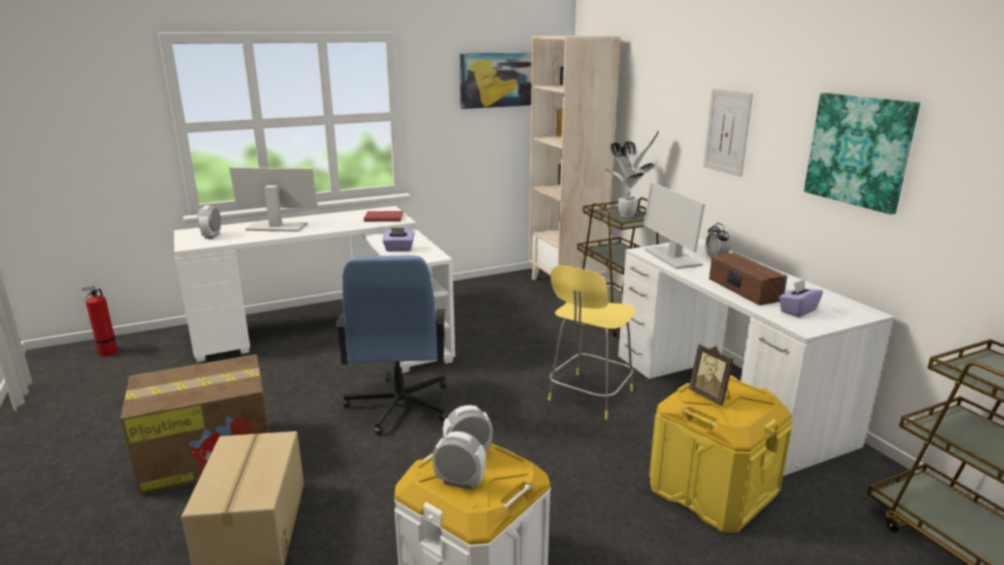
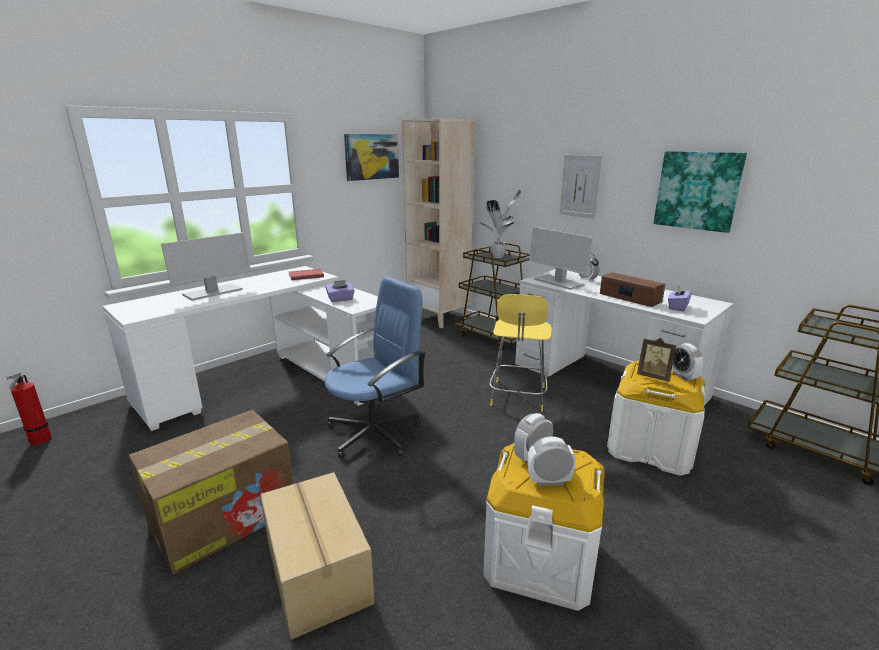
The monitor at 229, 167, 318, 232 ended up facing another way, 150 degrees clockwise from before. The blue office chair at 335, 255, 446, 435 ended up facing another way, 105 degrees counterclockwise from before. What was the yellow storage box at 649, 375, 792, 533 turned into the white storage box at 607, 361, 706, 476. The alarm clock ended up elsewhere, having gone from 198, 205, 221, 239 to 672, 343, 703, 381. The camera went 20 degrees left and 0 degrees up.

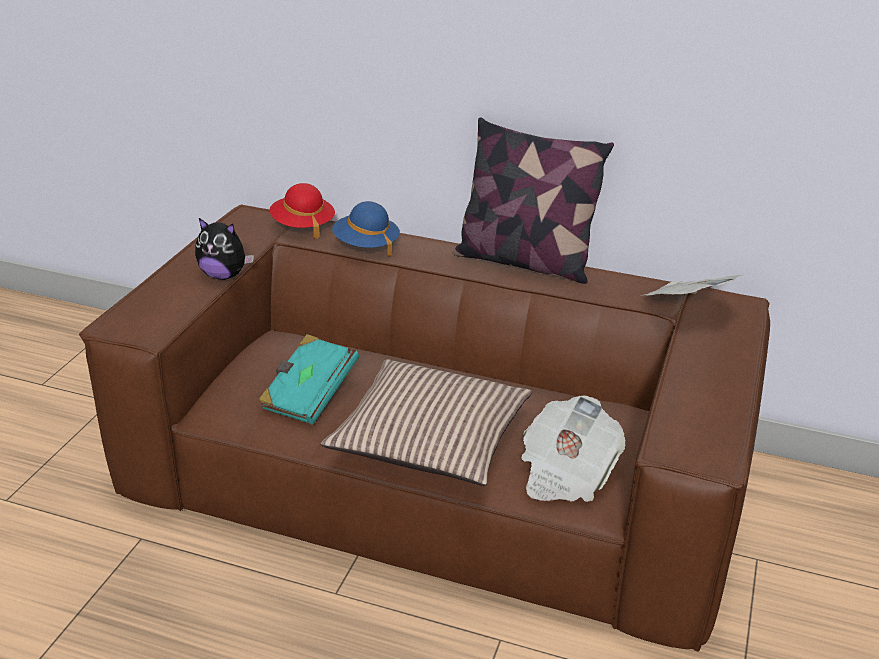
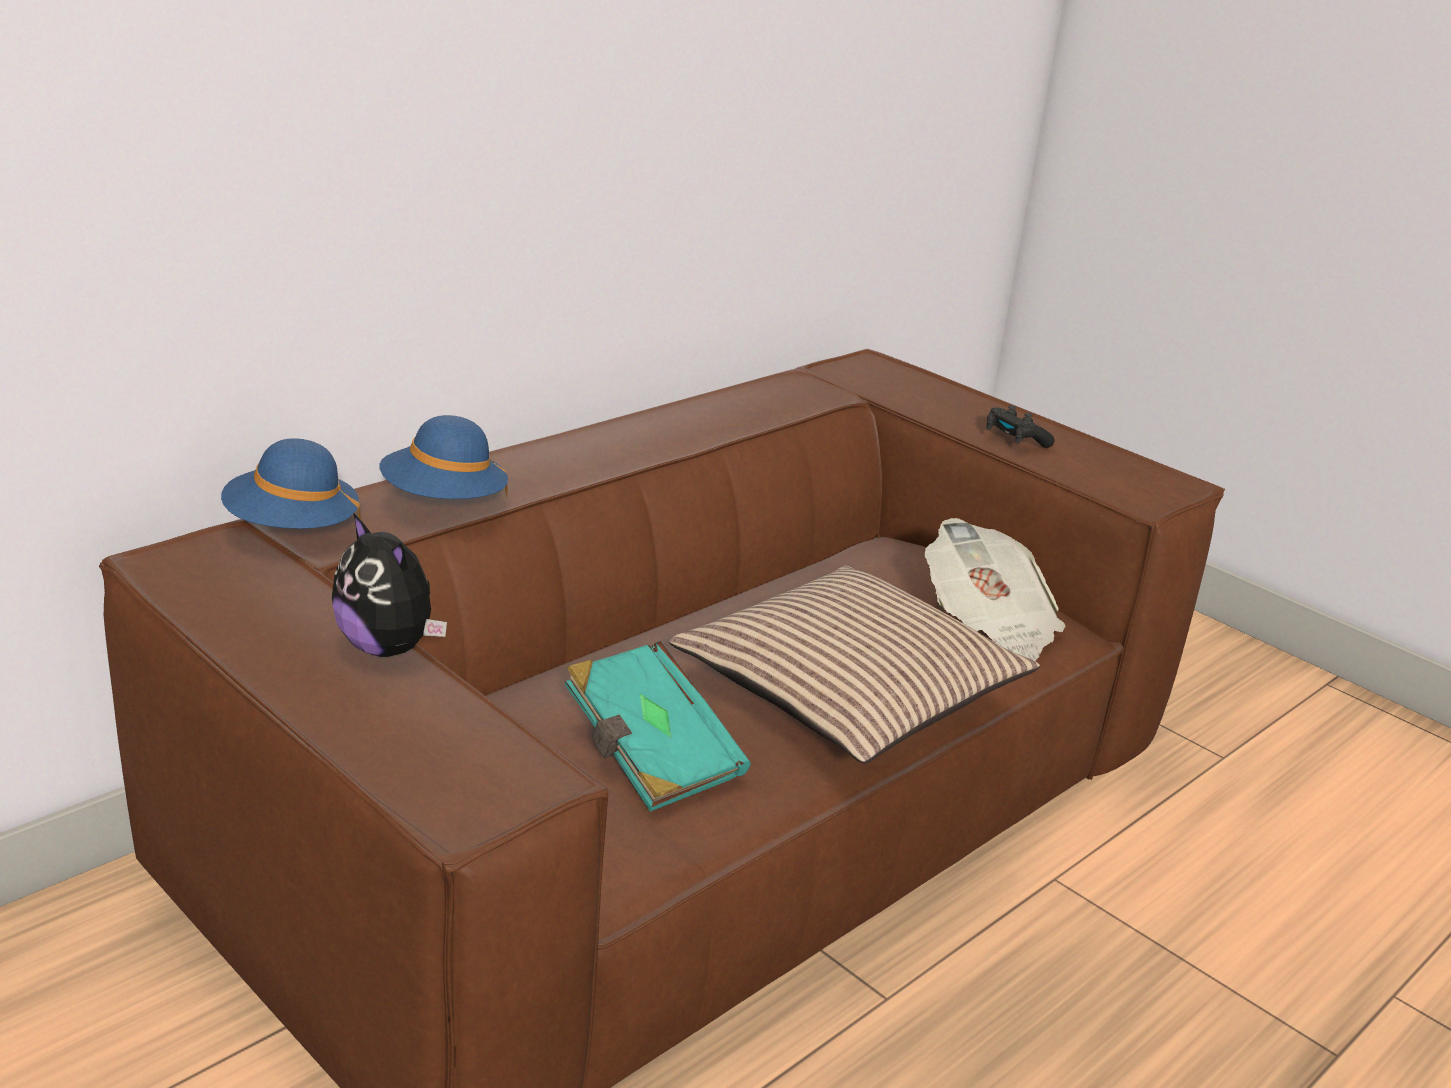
What was the red hat at 270, 183, 335, 239 turned into the blue hat at 221, 438, 361, 529. The plush toy at 195, 218, 254, 280 ended up facing another way, 90 degrees clockwise from before. The second view gained the black game controller at 987, 405, 1054, 448. The second view lost the pillow at 453, 117, 614, 284. The second view lost the newspaper at 640, 275, 741, 296. The camera went 65 degrees left and 5 degrees down.

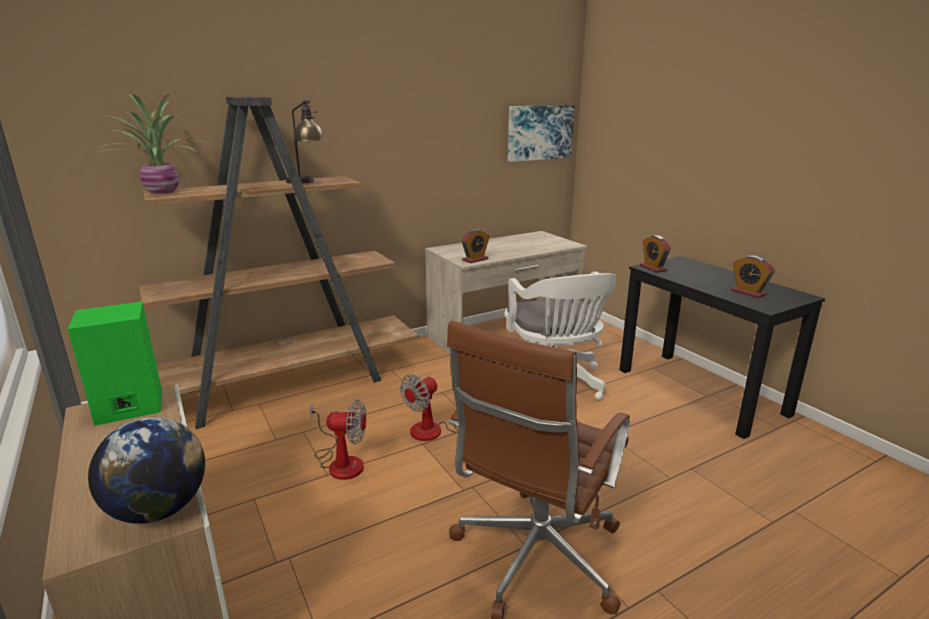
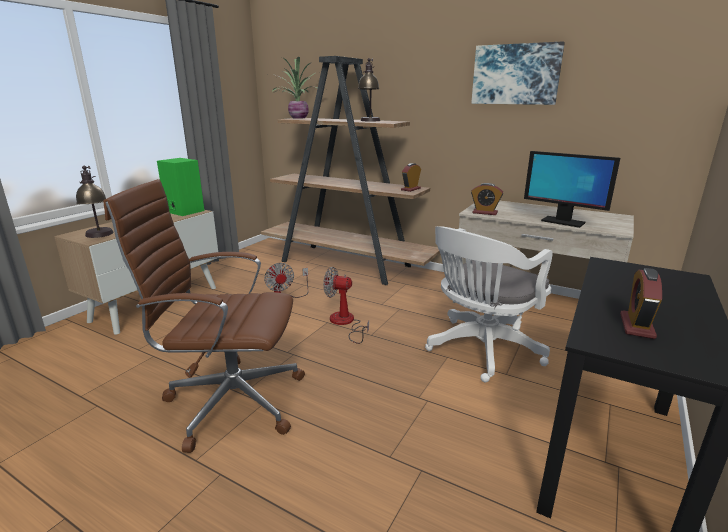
Where the globe stood at 88, 417, 205, 524, the table lamp came to stand at 76, 166, 114, 238. The alarm clock ended up elsewhere, having gone from 640, 235, 671, 273 to 401, 163, 421, 192. The picture ended up elsewhere, having gone from 508, 105, 575, 162 to 471, 41, 565, 105. The second view gained the monitor at 524, 151, 620, 228. The camera went 60 degrees right and 0 degrees up.

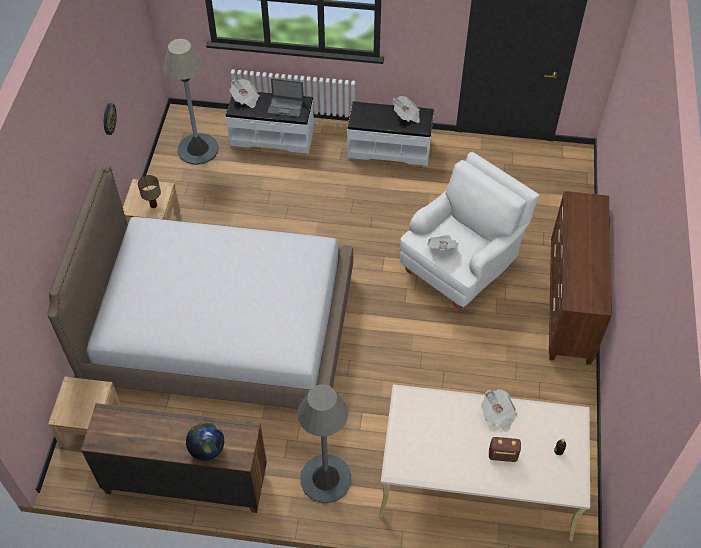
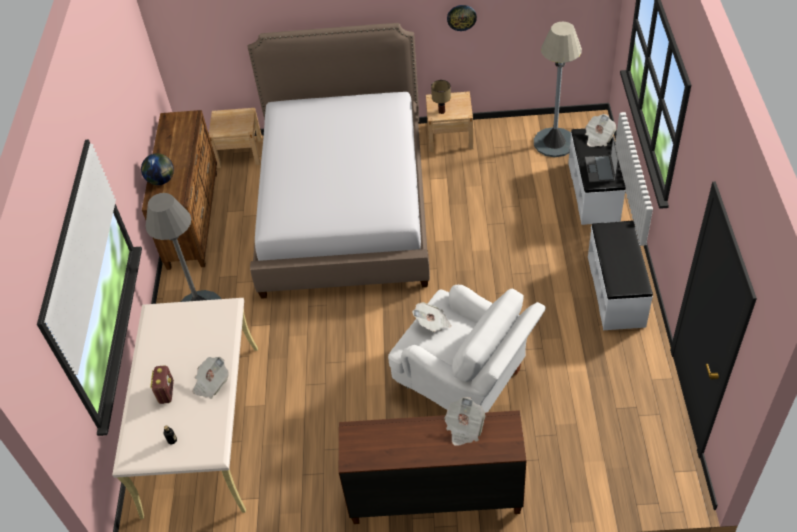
The newspaper ended up elsewhere, having gone from 393, 96, 420, 123 to 444, 397, 486, 446. The camera went 85 degrees right and 5 degrees down.

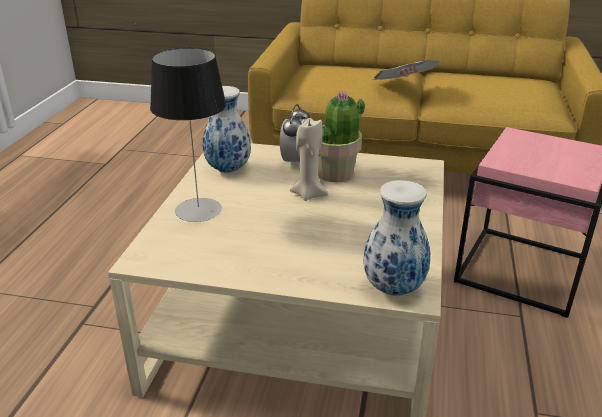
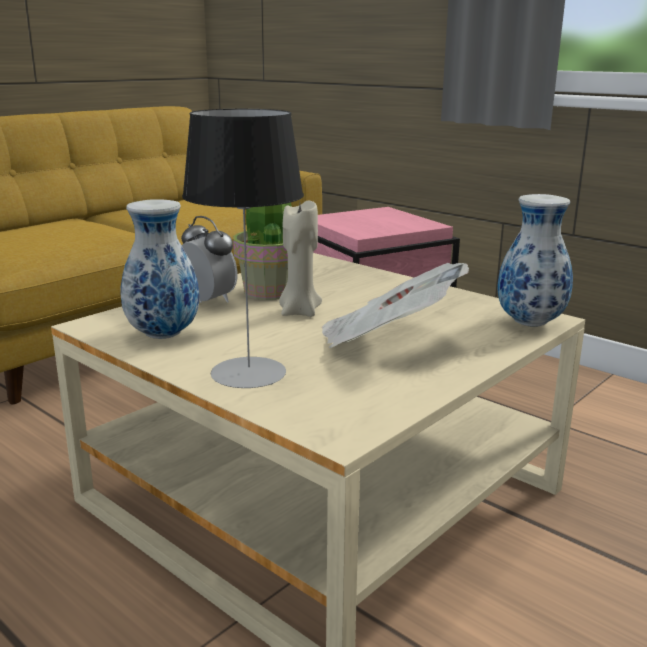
The newspaper ended up elsewhere, having gone from 373, 60, 440, 80 to 322, 263, 469, 348. The camera went 60 degrees left and 10 degrees down.

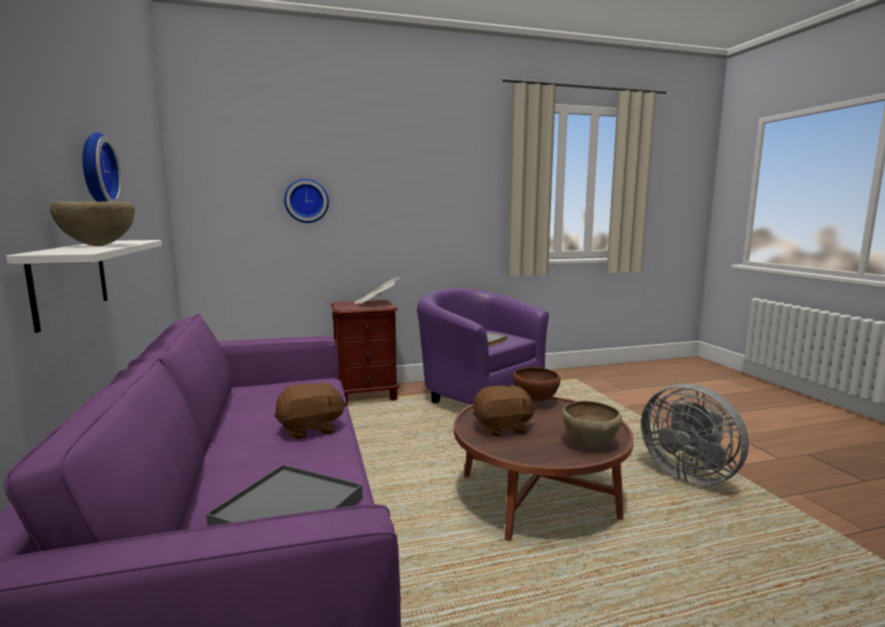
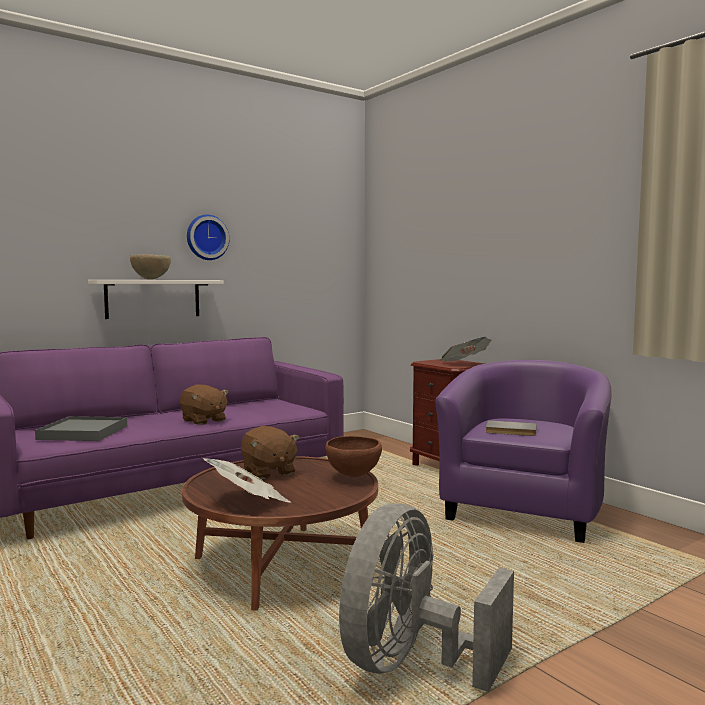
Where the brown bowl stood at 562, 401, 622, 446, the newspaper came to stand at 203, 458, 291, 503. The second view lost the wall clock at 284, 179, 329, 223. The camera went 70 degrees right and 5 degrees down.

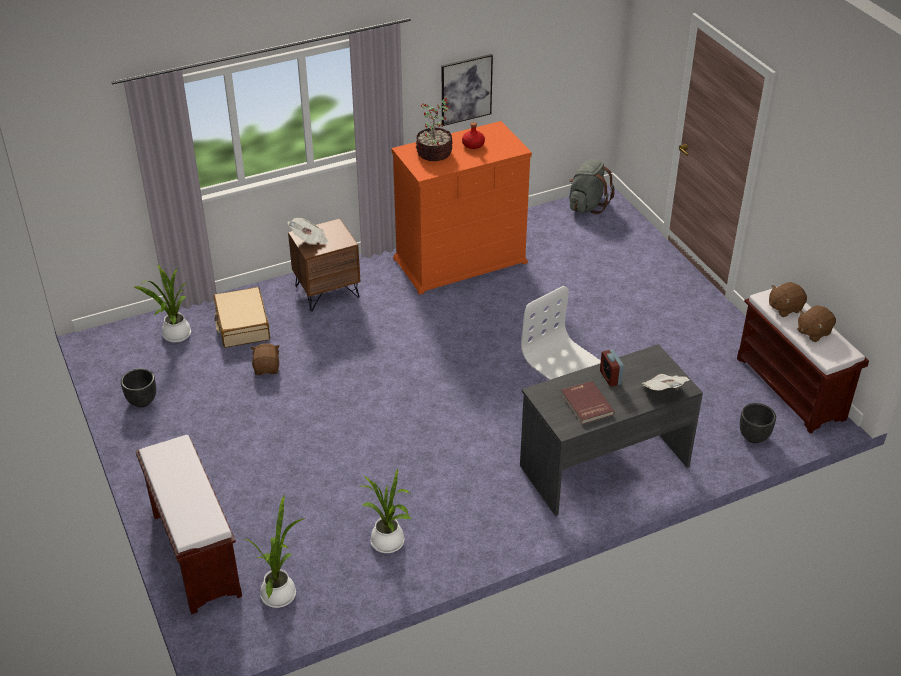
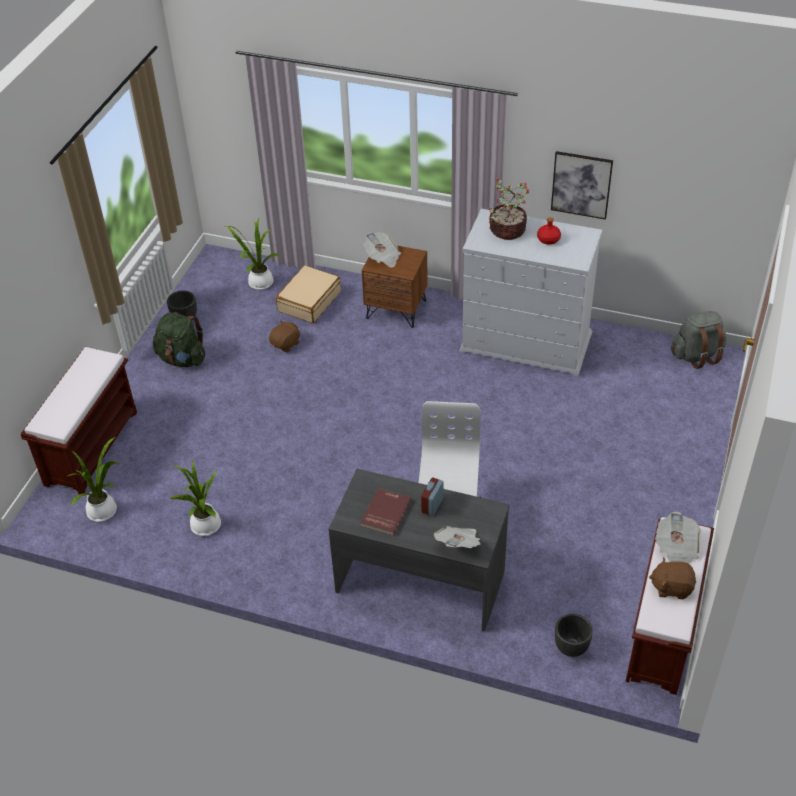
The second view gained the green backpack at 153, 312, 205, 367. What was the orange dresser at 392, 121, 532, 295 turned into the white dresser at 459, 209, 602, 377. Where the brown plush toy stood at 769, 282, 807, 317, the newspaper came to stand at 655, 512, 701, 563. The camera went 45 degrees right and 5 degrees up.

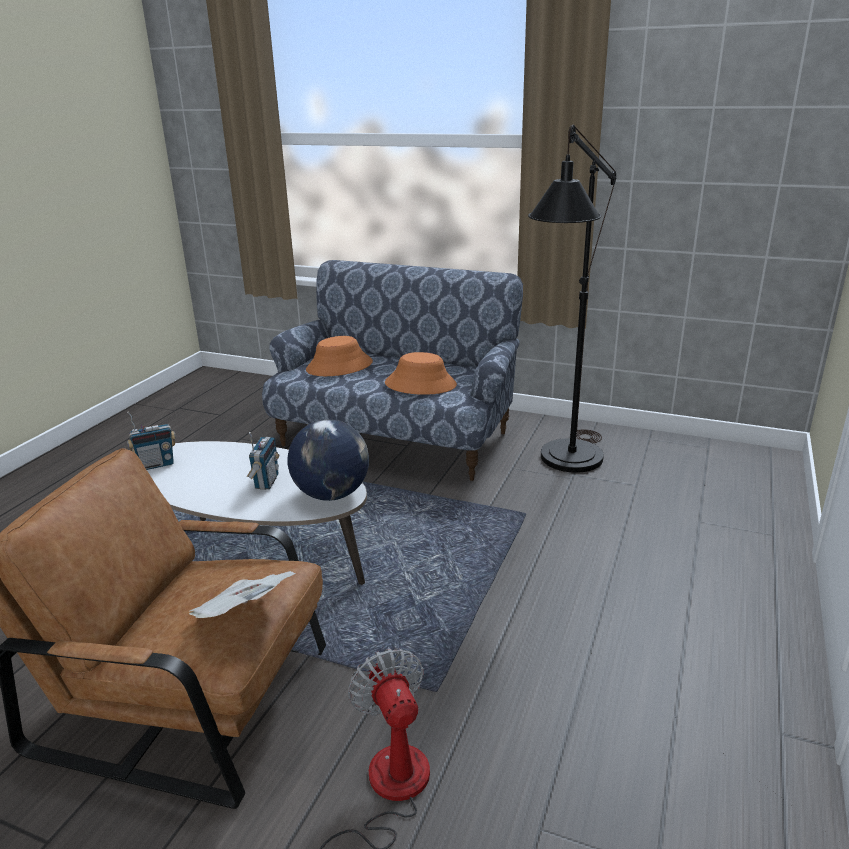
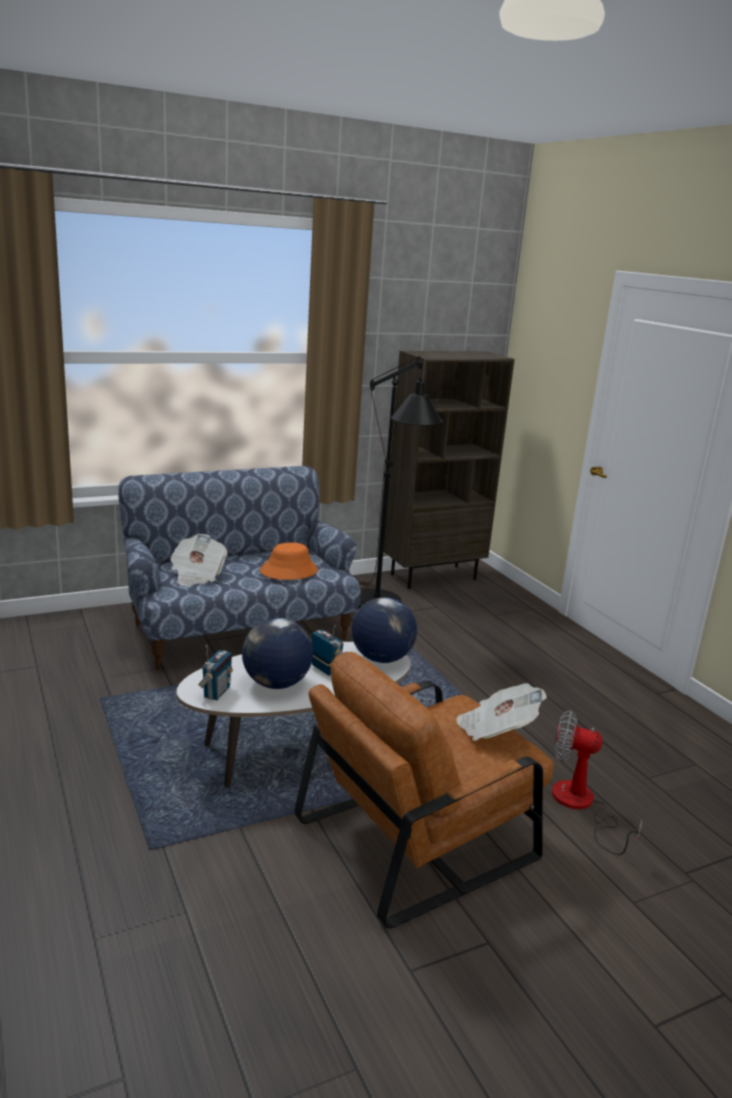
Where the orange hat stood at 306, 336, 373, 376, the newspaper came to stand at 170, 534, 228, 586. The second view gained the globe at 242, 618, 313, 689. The second view gained the brown bookcase at 383, 351, 515, 589. The camera went 50 degrees left and 5 degrees down.

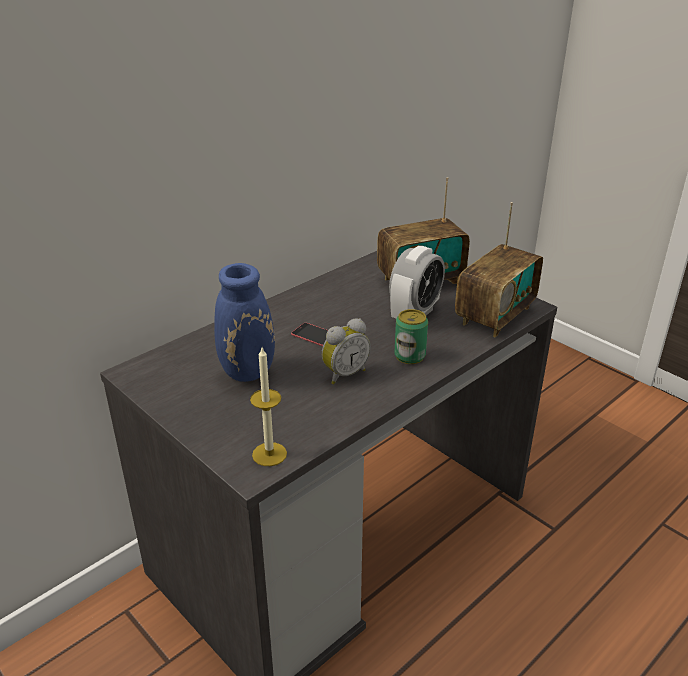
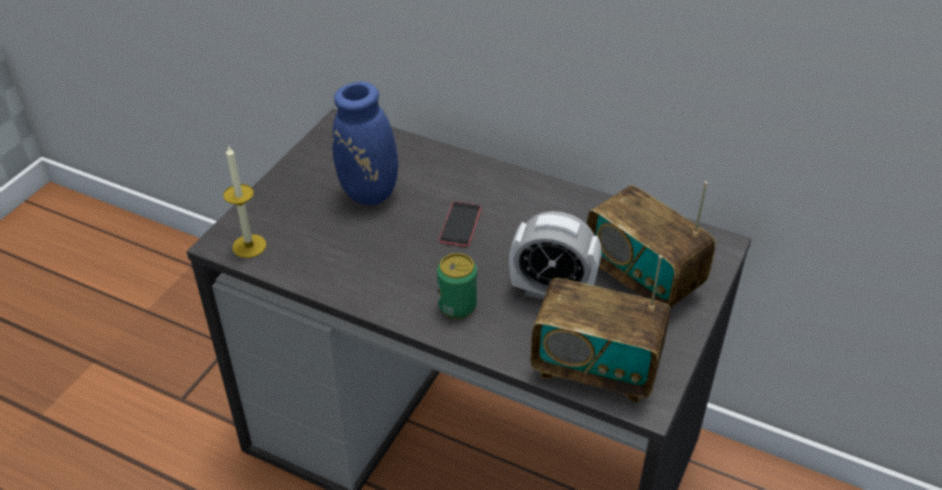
The second view lost the alarm clock at 322, 318, 371, 384. The camera went 70 degrees right and 10 degrees up.

